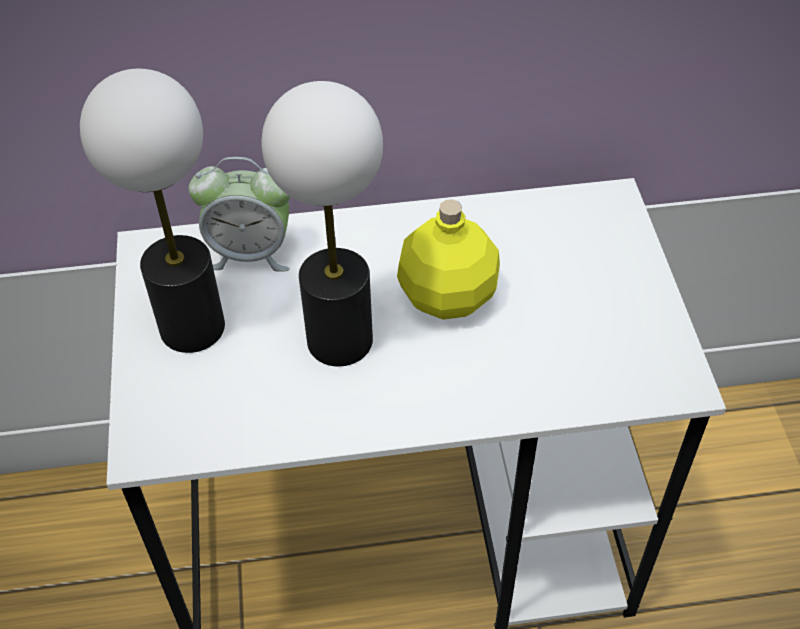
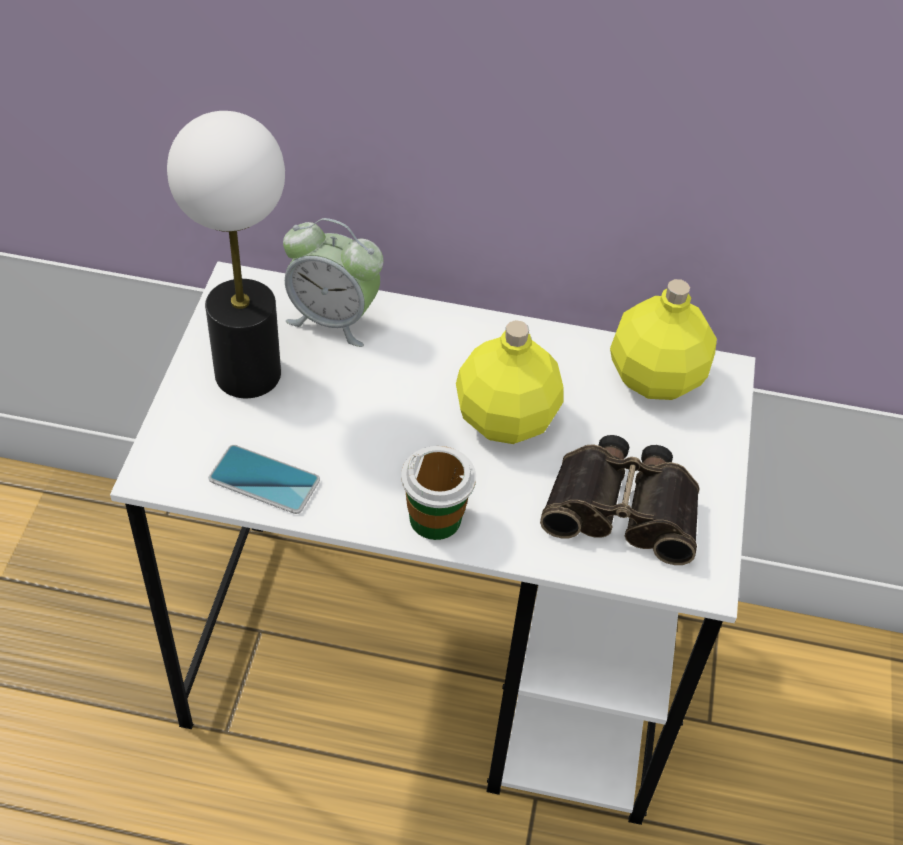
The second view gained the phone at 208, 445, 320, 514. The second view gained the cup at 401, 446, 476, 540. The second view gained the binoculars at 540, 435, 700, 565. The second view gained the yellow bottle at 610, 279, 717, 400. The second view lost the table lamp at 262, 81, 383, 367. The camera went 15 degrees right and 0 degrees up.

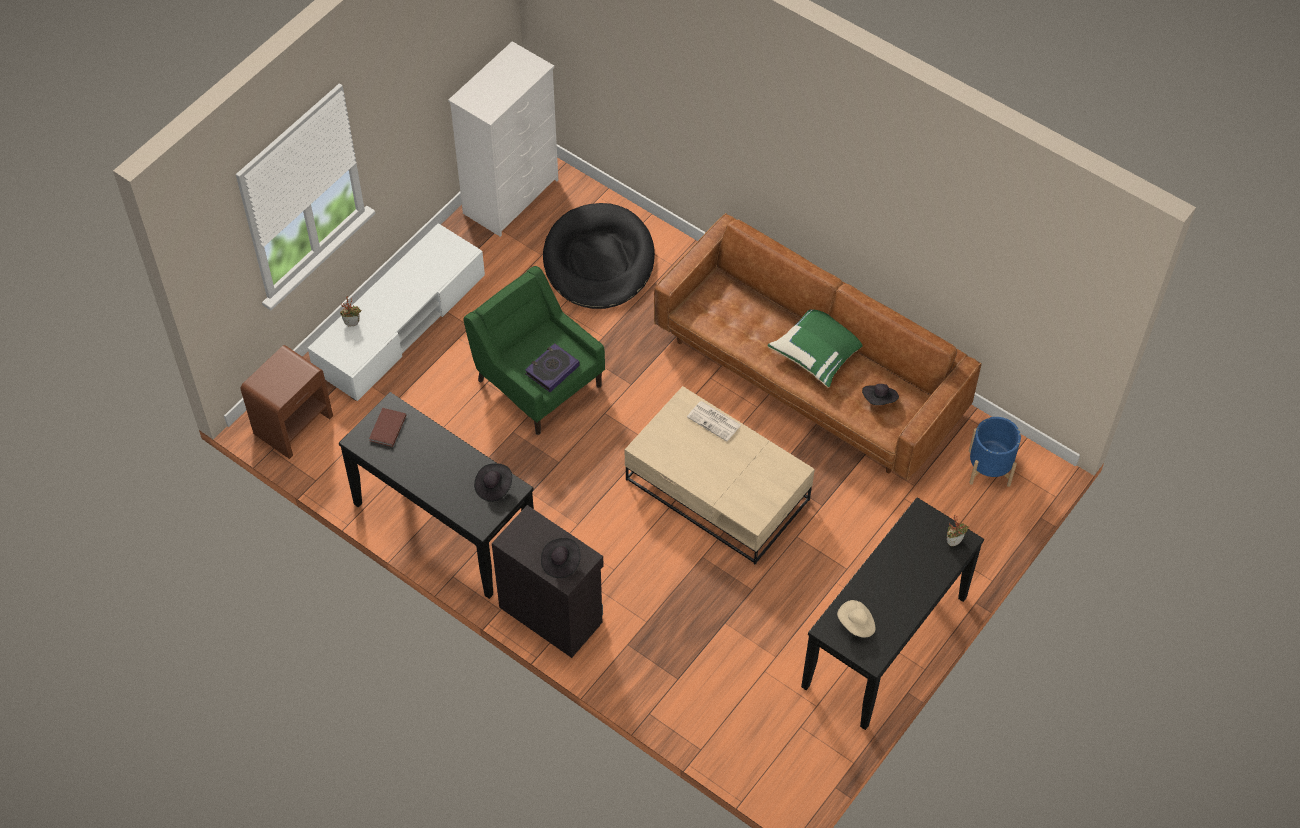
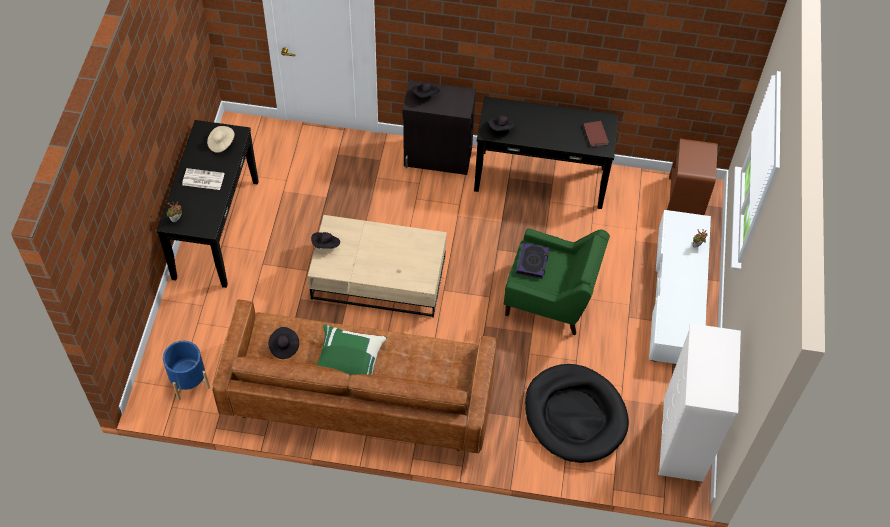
The newspaper ended up elsewhere, having gone from 687, 401, 741, 441 to 182, 168, 225, 190. The second view gained the black hat at 311, 232, 340, 249. The camera went 150 degrees right and 0 degrees up.

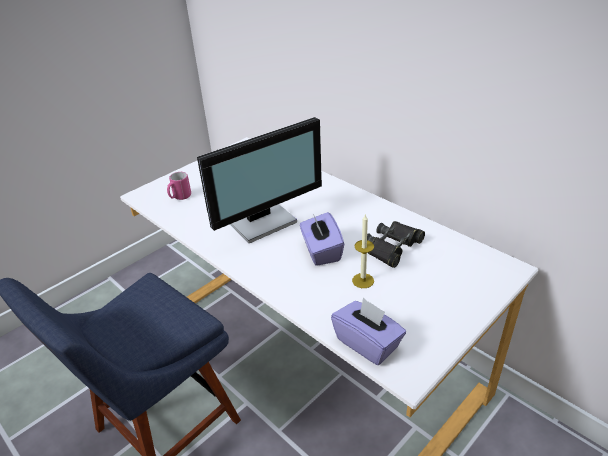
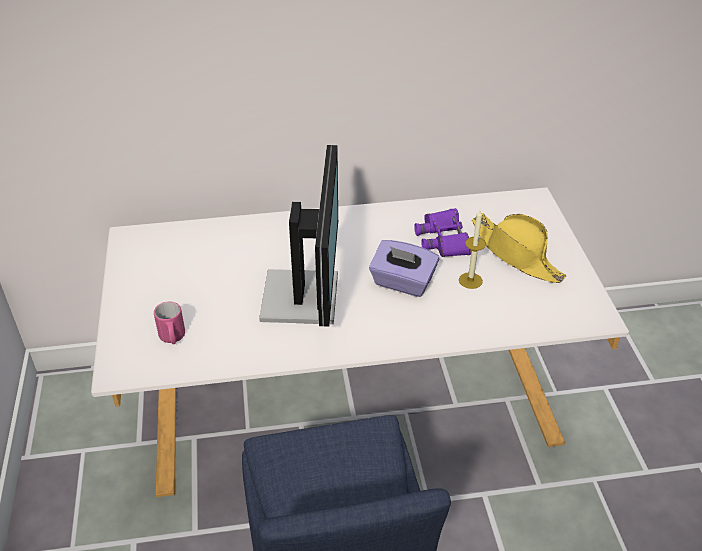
What was the black binoculars at 367, 221, 425, 268 turned into the purple binoculars at 414, 208, 472, 257. The second view gained the yellow hat at 472, 213, 566, 283. The second view lost the purple tissue box at 331, 297, 406, 365. The camera went 55 degrees left and 5 degrees up.

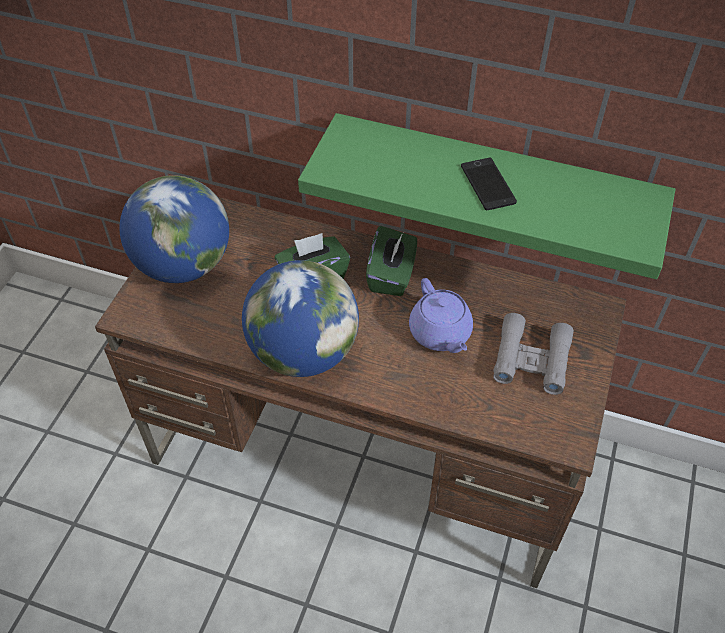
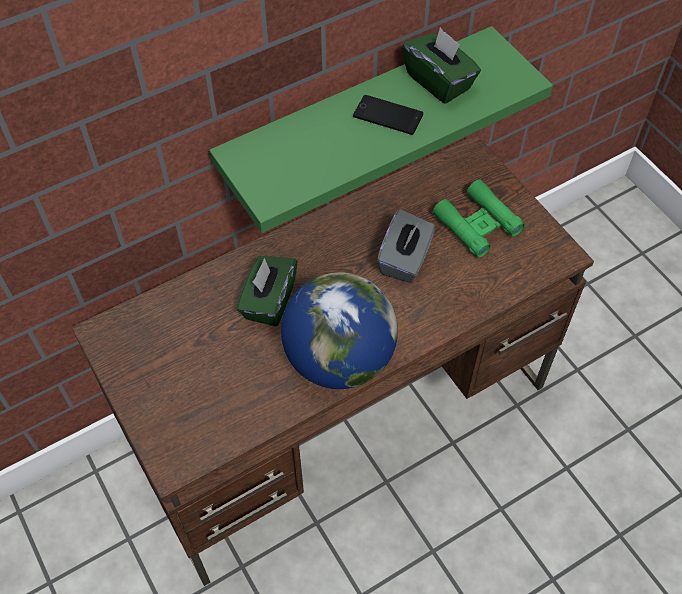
Where the purple teapot stood at 409, 278, 473, 353, the grey tissue box came to stand at 377, 209, 435, 283. The green tissue box ended up elsewhere, having gone from 366, 226, 417, 296 to 402, 27, 481, 104. What was the grey binoculars at 493, 313, 574, 395 turned into the green binoculars at 433, 179, 525, 258. The second view lost the globe at 120, 175, 229, 283. The camera went 50 degrees left and 5 degrees up.

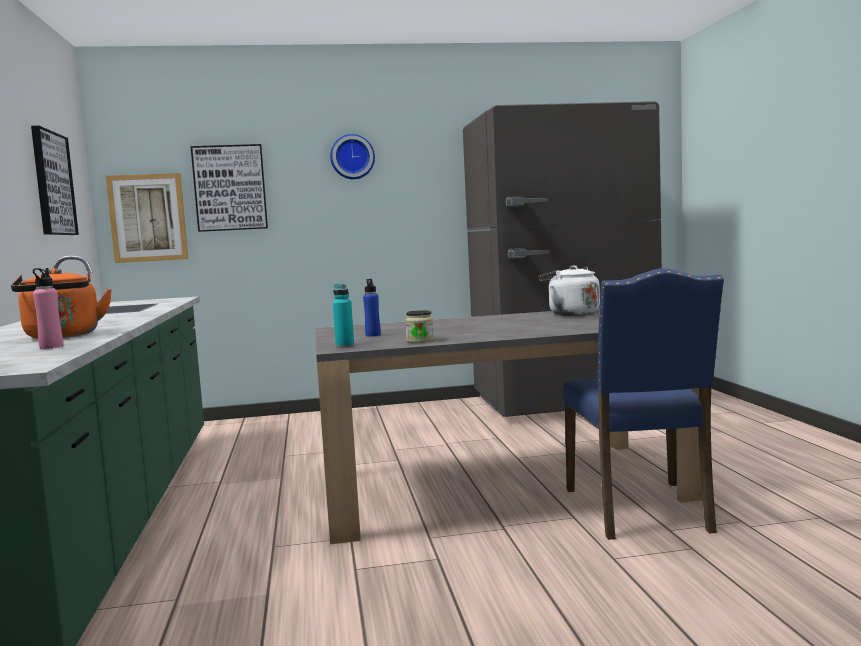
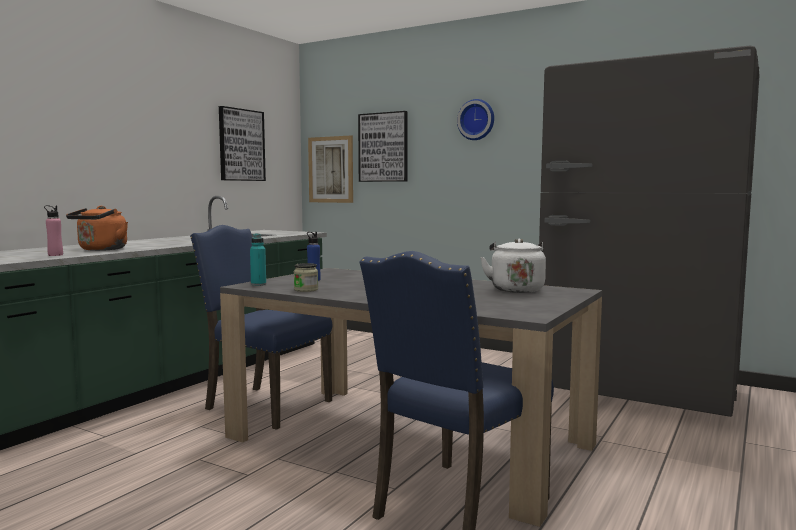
The second view gained the blue chair at 190, 225, 332, 430. The camera went 40 degrees right and 0 degrees up.

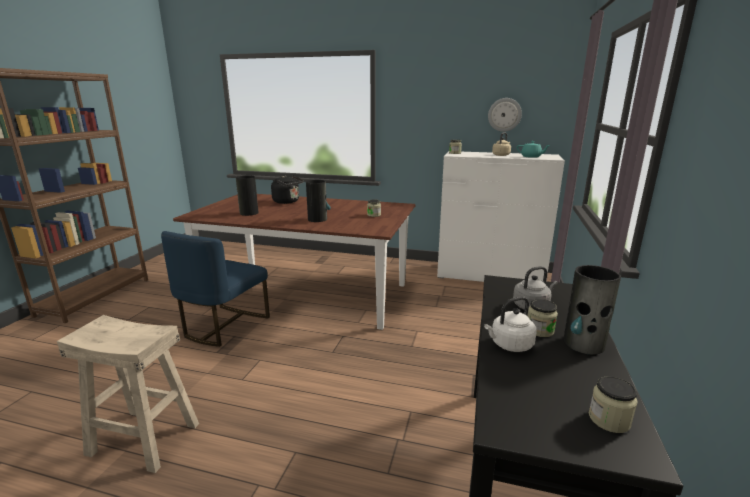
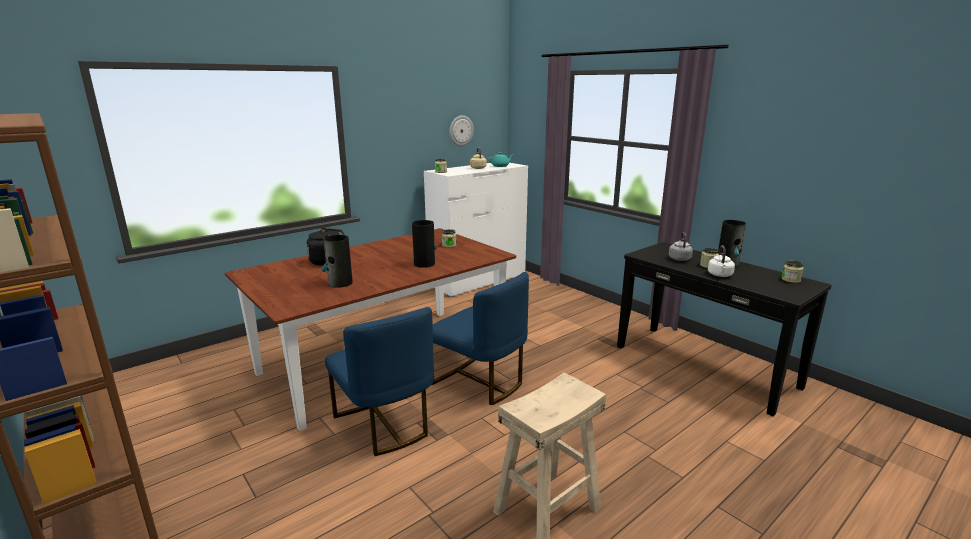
The second view gained the blue chair at 431, 272, 529, 405. The camera went 55 degrees left and 0 degrees up.

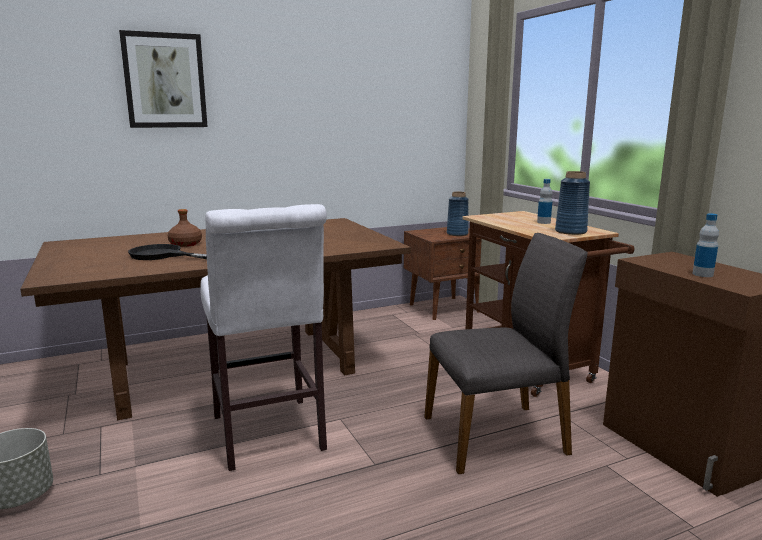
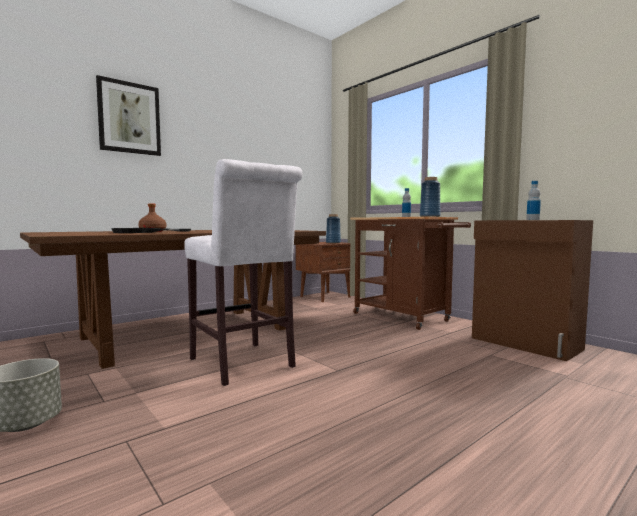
The second view lost the grey chair at 424, 233, 588, 474. The camera went 15 degrees left and 10 degrees down.

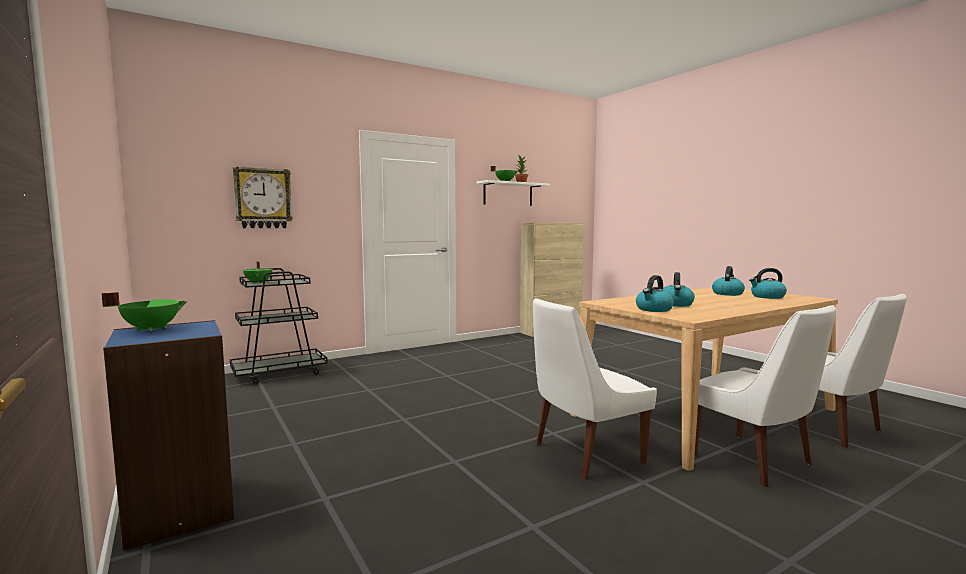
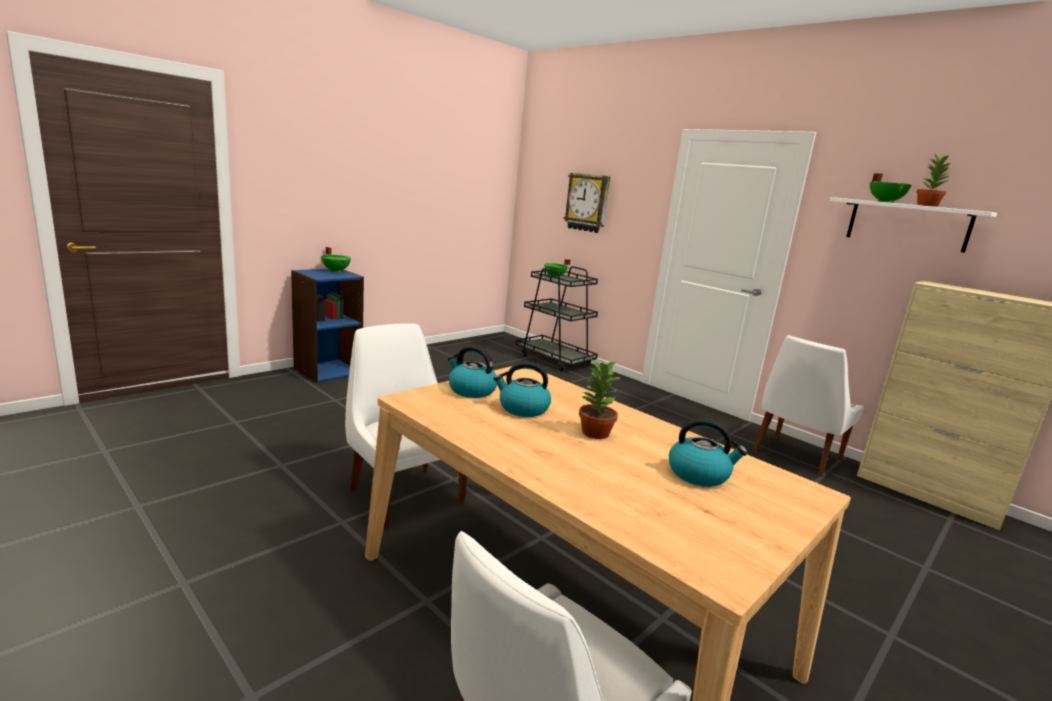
The second view gained the potted plant at 579, 359, 620, 439. The white chair ended up elsewhere, having gone from 694, 305, 836, 487 to 754, 335, 864, 477. The second view lost the kettle at 749, 268, 787, 299. The camera went 75 degrees right and 10 degrees up.

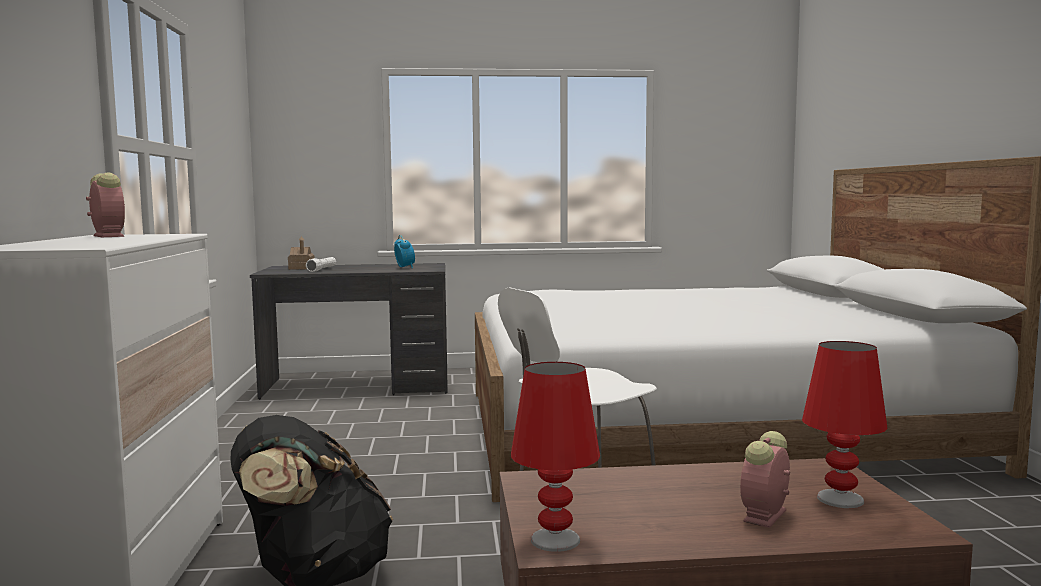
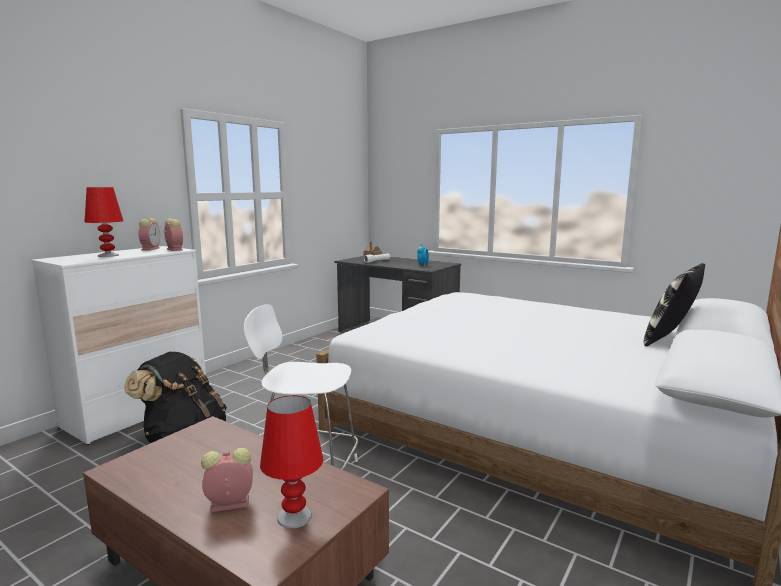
The red table lamp ended up elsewhere, having gone from 511, 362, 600, 552 to 85, 187, 123, 257. The second view gained the alarm clock at 164, 219, 183, 251. The second view gained the pillow at 643, 263, 705, 346. The camera went 40 degrees right and 5 degrees up.

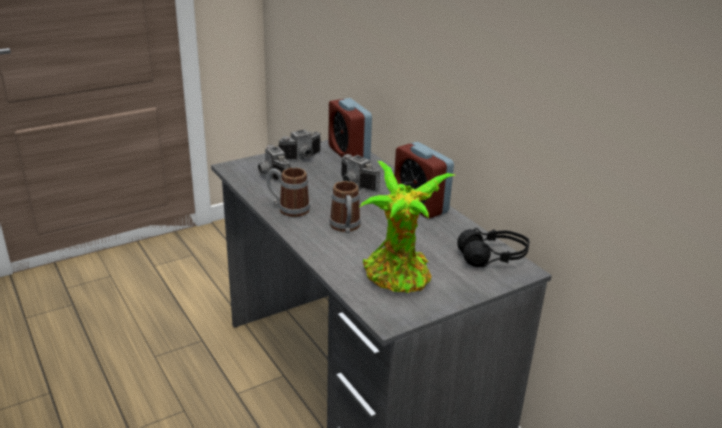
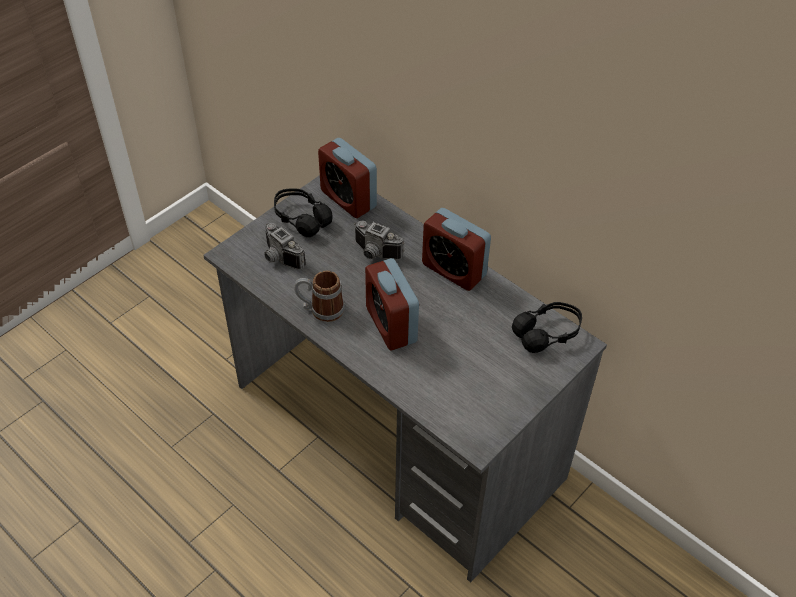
Where the photo camera stood at 278, 130, 321, 160, the black headphones came to stand at 274, 188, 333, 237. Where the mug stood at 329, 181, 361, 233, the alarm clock came to stand at 365, 258, 419, 350. The second view lost the potted plant at 360, 161, 455, 293. The camera went 15 degrees left and 20 degrees up.

